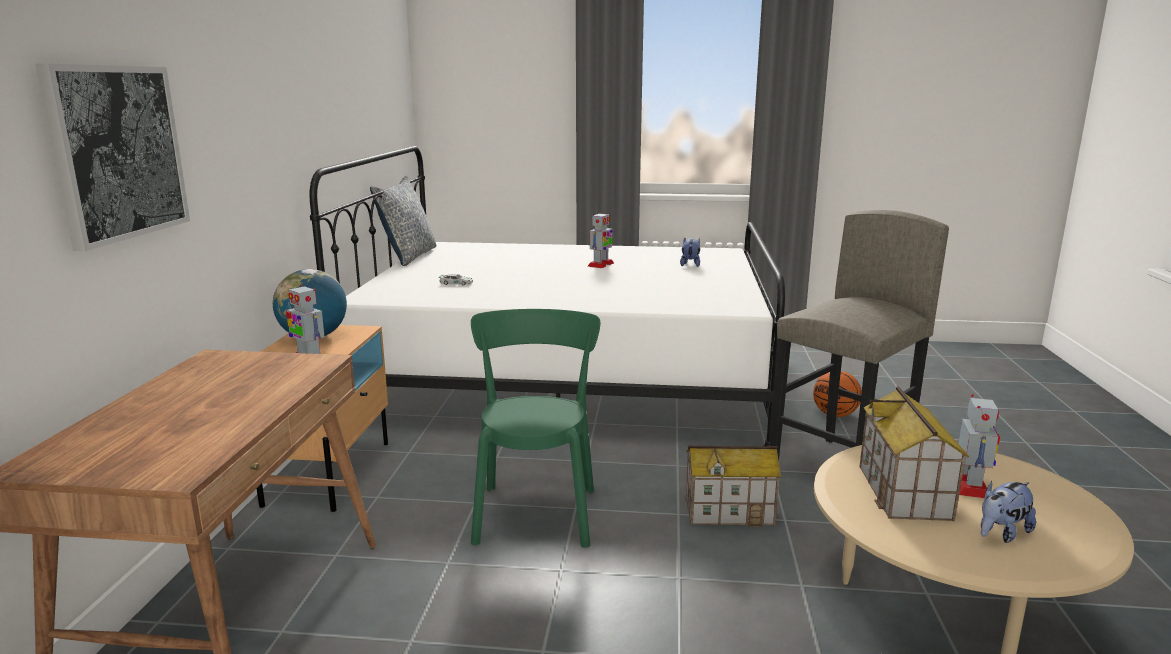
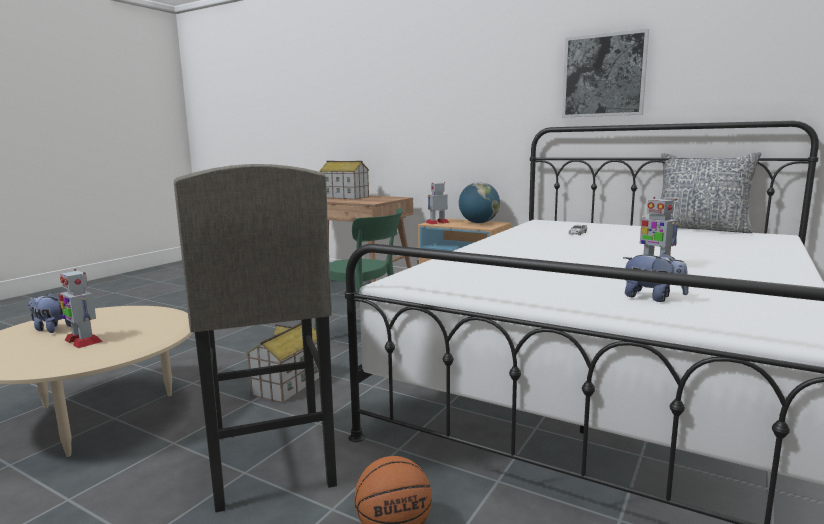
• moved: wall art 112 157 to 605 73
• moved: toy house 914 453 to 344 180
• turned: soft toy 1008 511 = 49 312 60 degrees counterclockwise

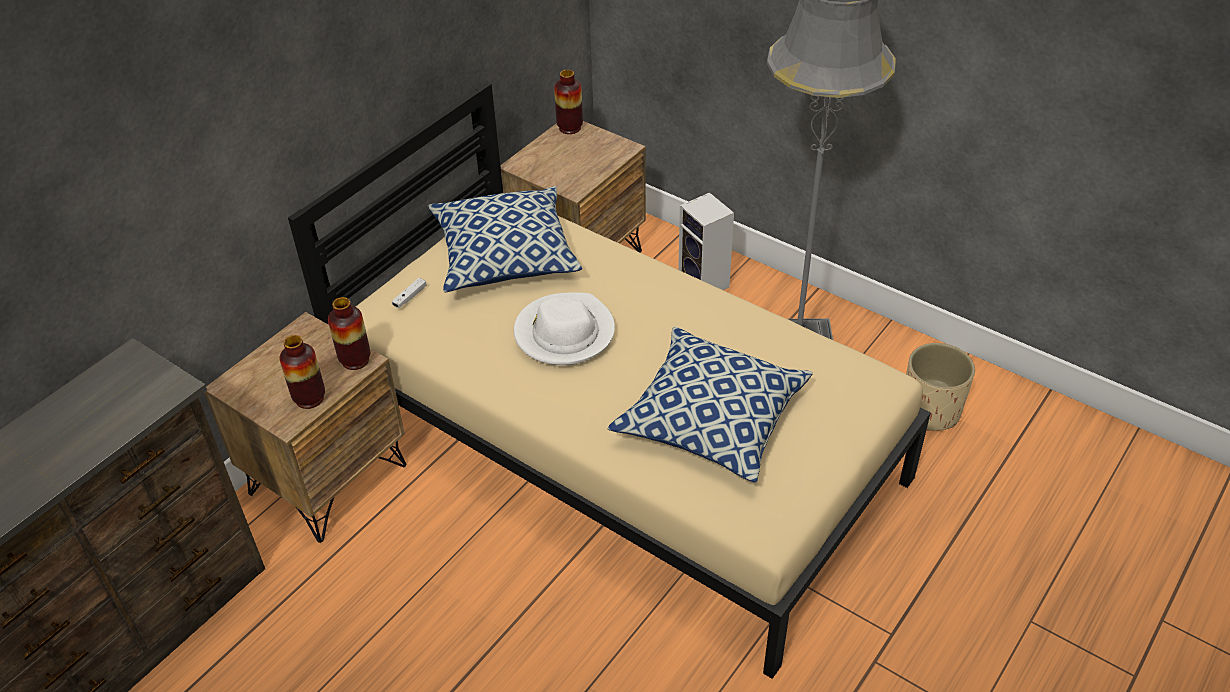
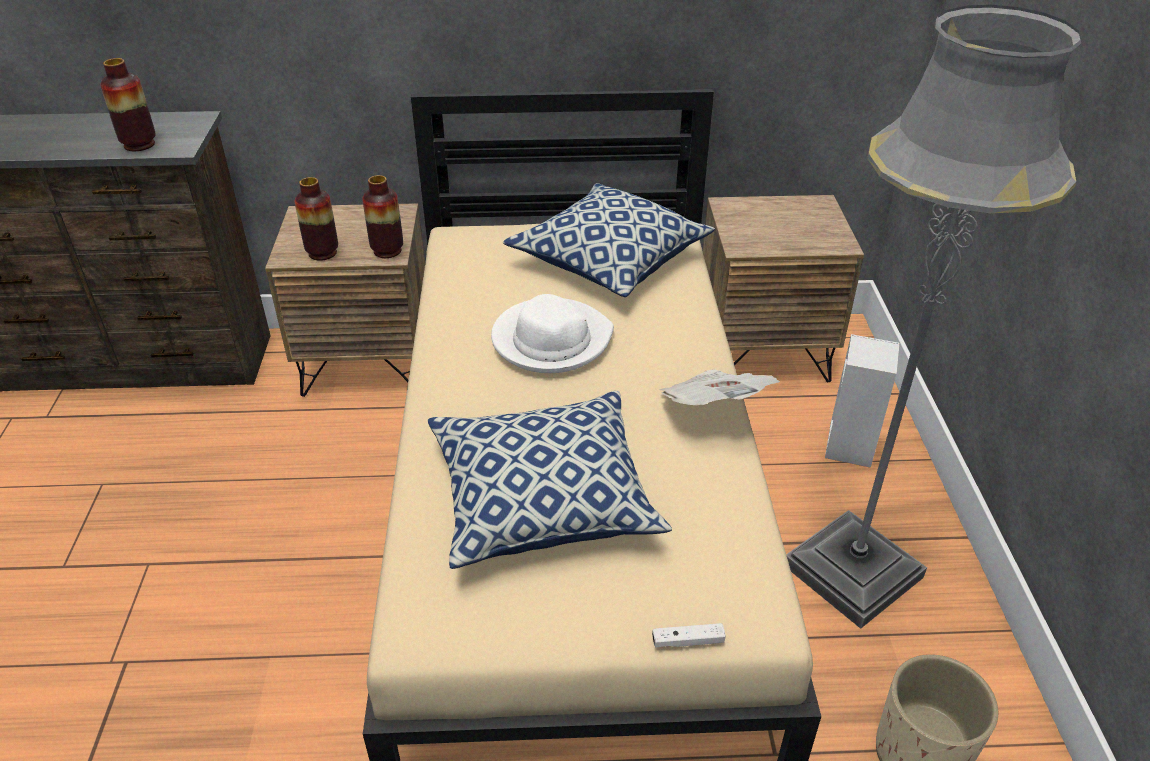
• added: newspaper 719 387
• moved: joypad (white-coloured) 409 293 to 689 635
• moved: flower vase 568 102 to 128 104

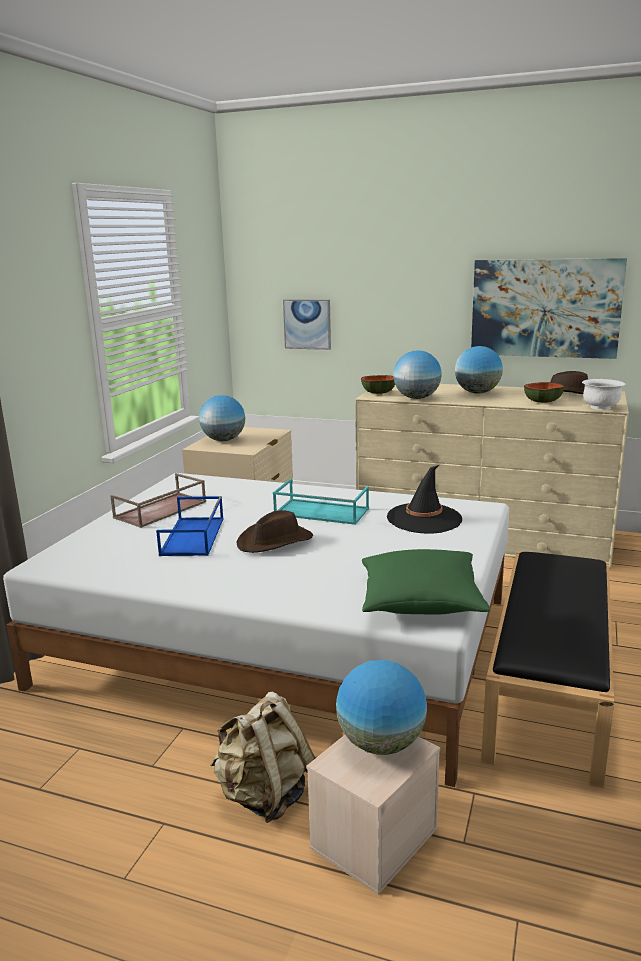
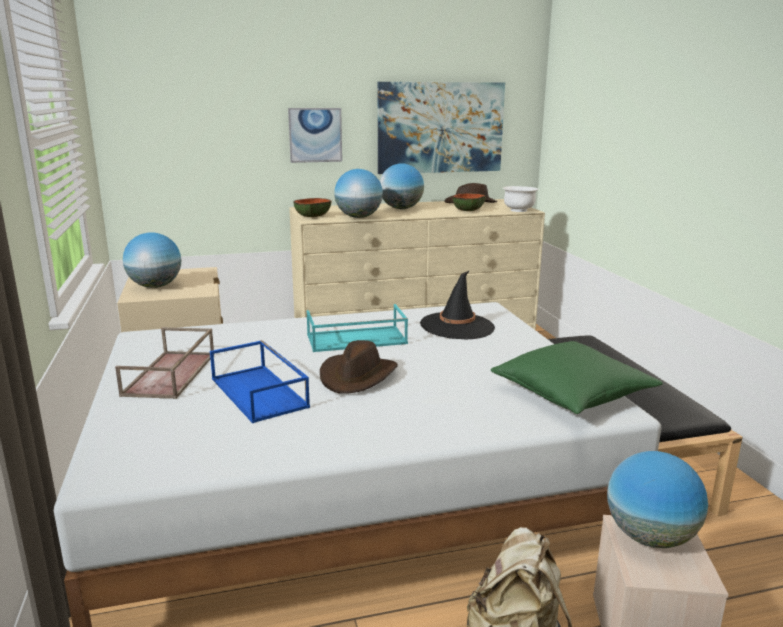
• moved: wall art 307 324 to 315 135

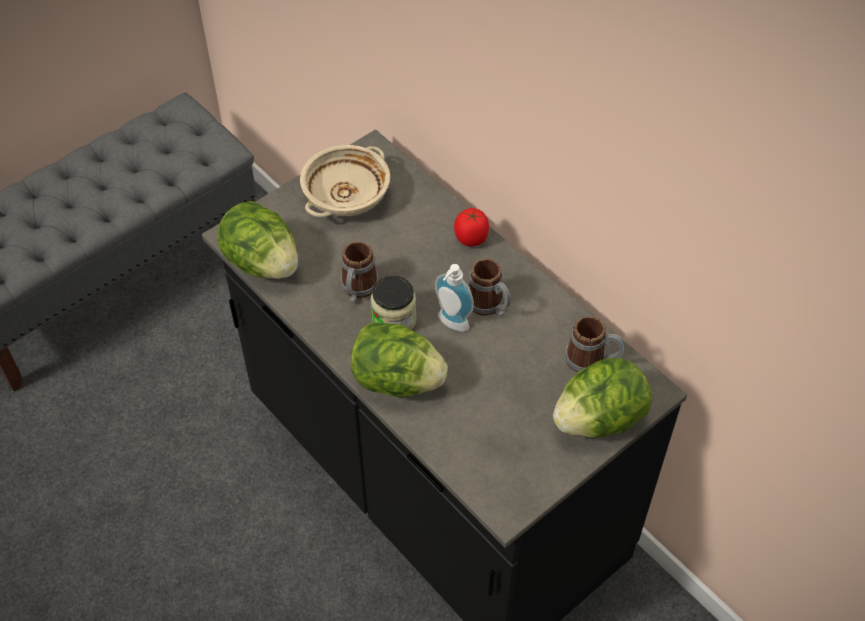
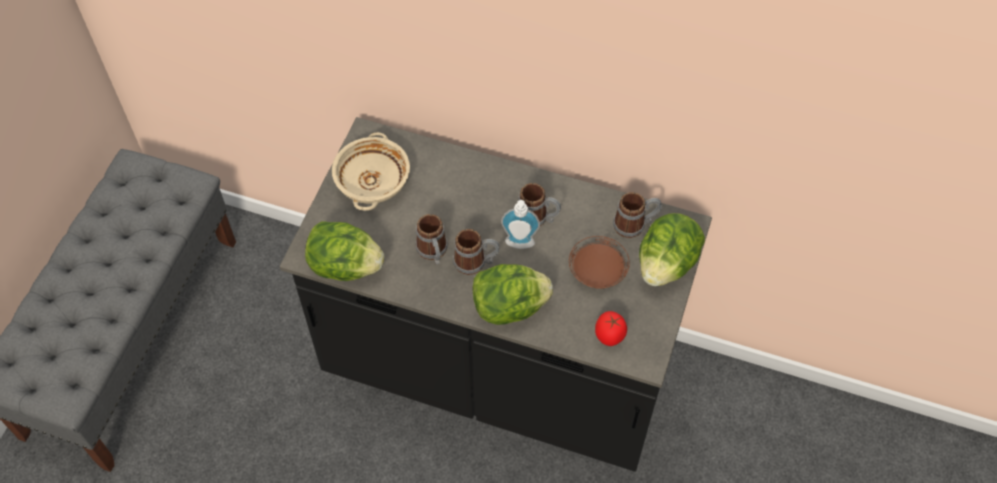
• added: flat dish (brownish) 599 262
• moved: fresh tomato 471 227 to 611 328
• replaced: storage jar 394 303 to tea mug 476 252

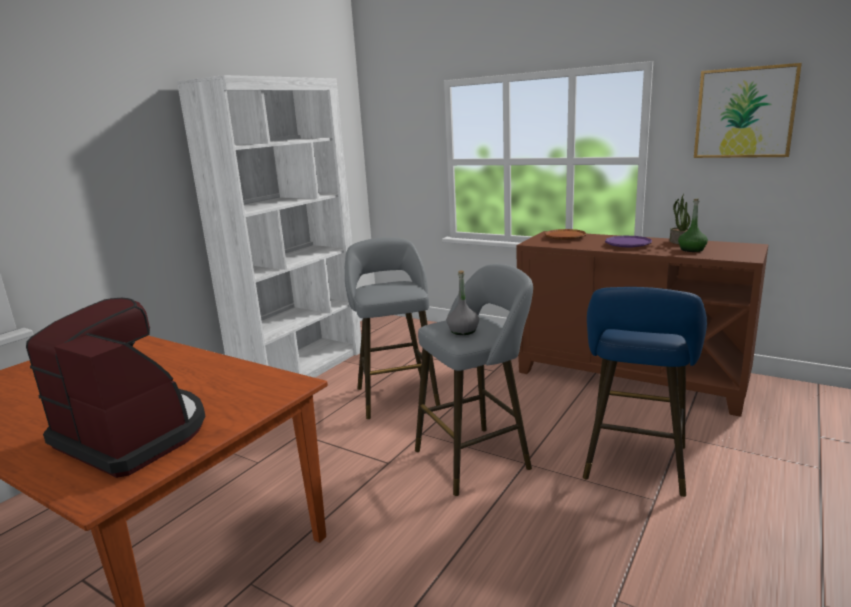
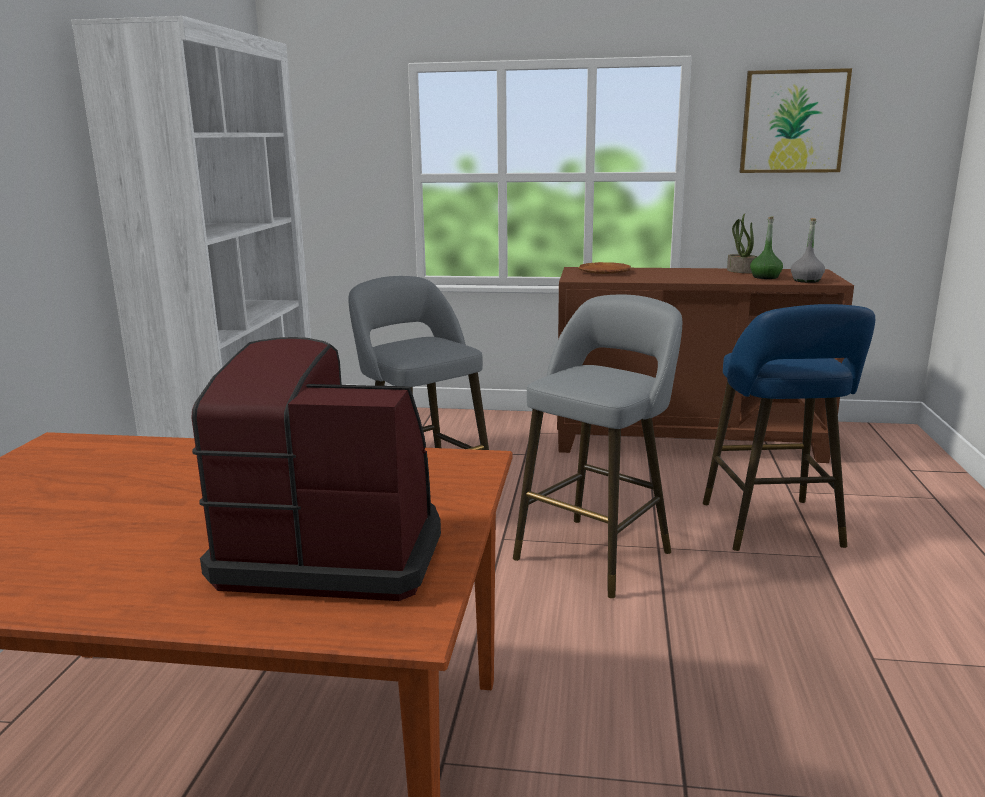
• removed: flat dish (purple-coloured) 628 242
• moved: beverage bottle (gray) 463 302 to 808 250

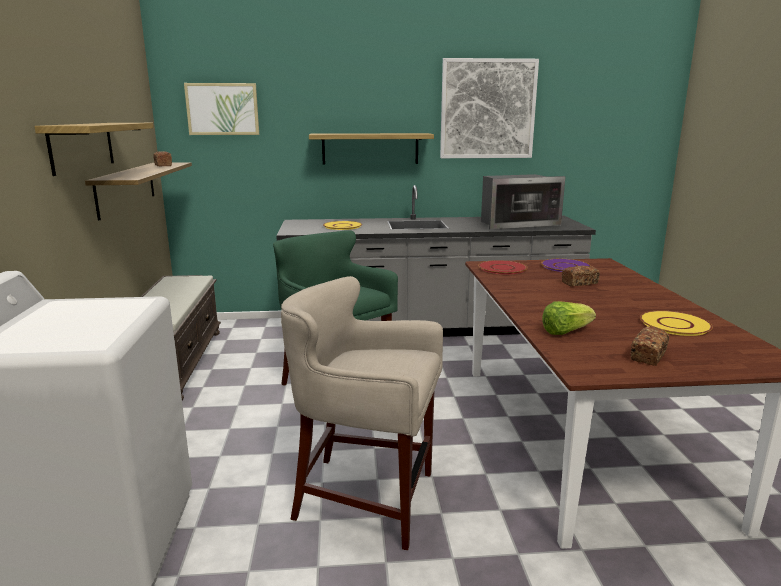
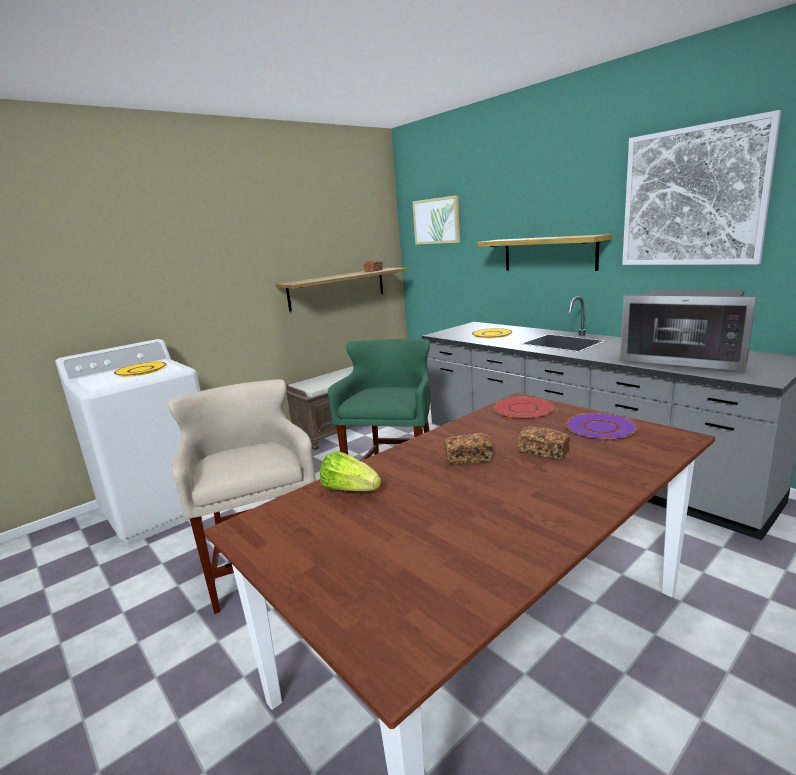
• removed: wall shelf 93 149
• moved: bakery bread 650 346 to 468 449
• moved: flat dish (yellowish) 676 323 to 140 369

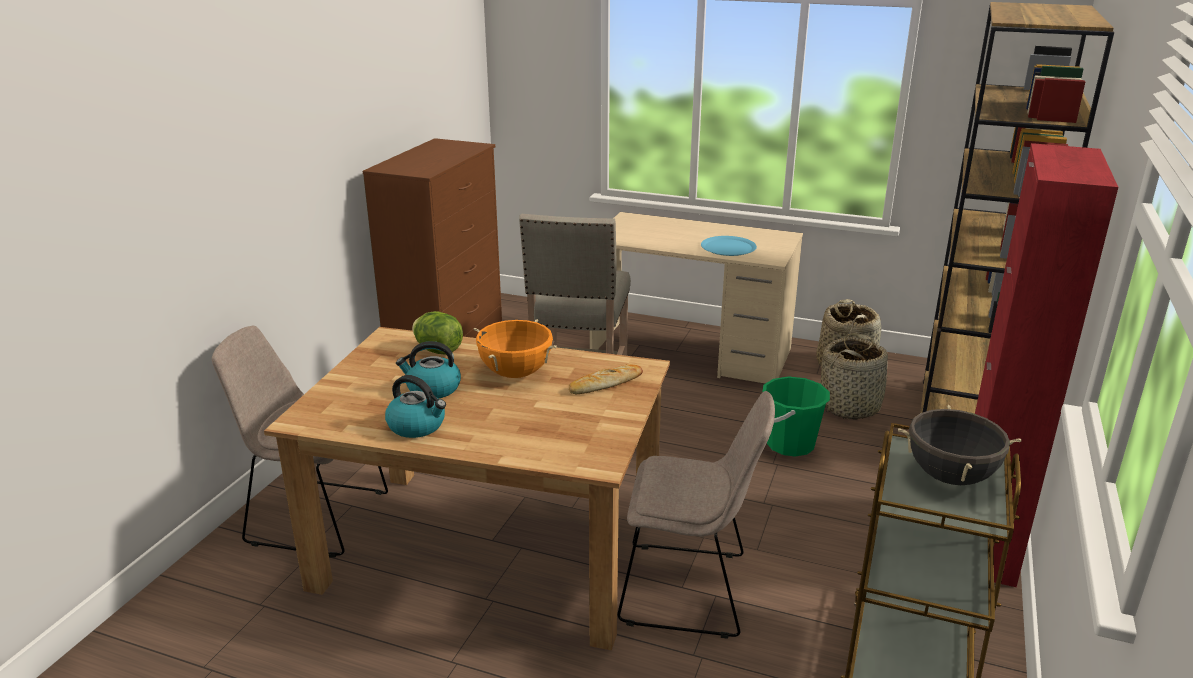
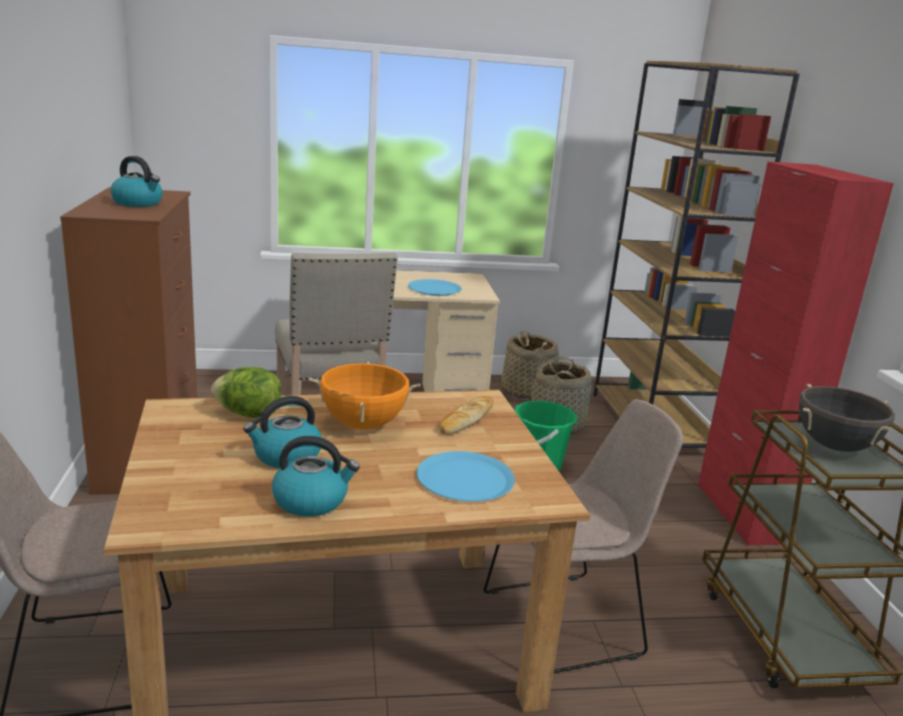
• added: kettle 136 181
• added: flat dish (blue) 466 476

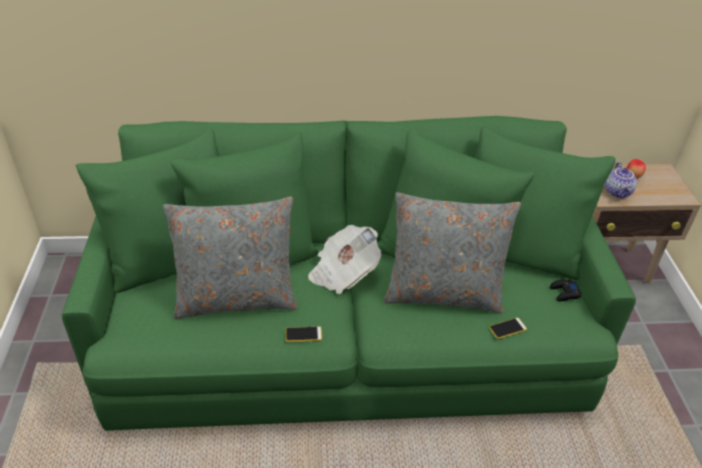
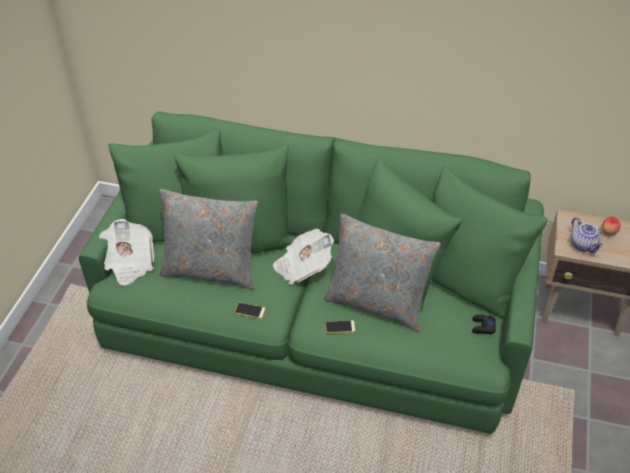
• added: newspaper 126 252
• moved: phone 508 328 to 340 327
• turned: teapot 621 180 = 587 235 45 degrees counterclockwise

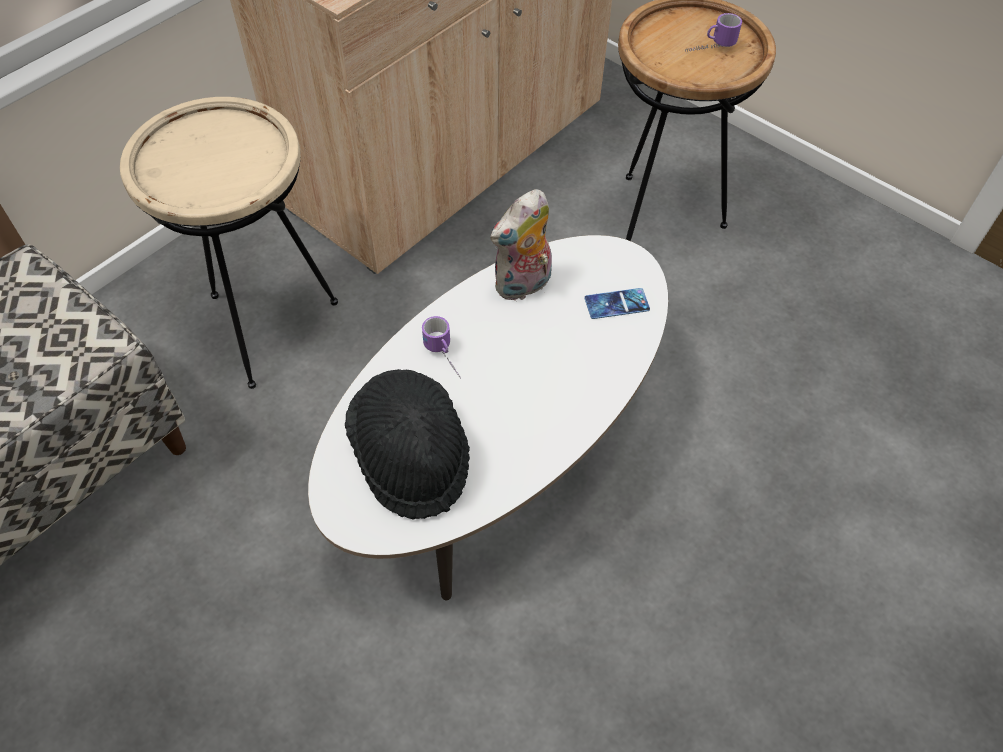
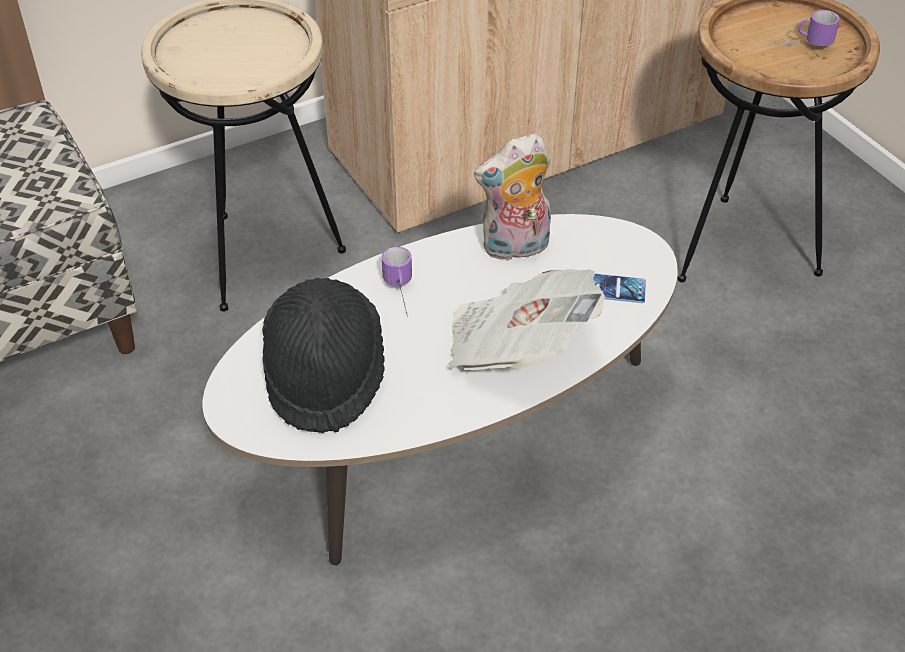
• added: newspaper 527 319

